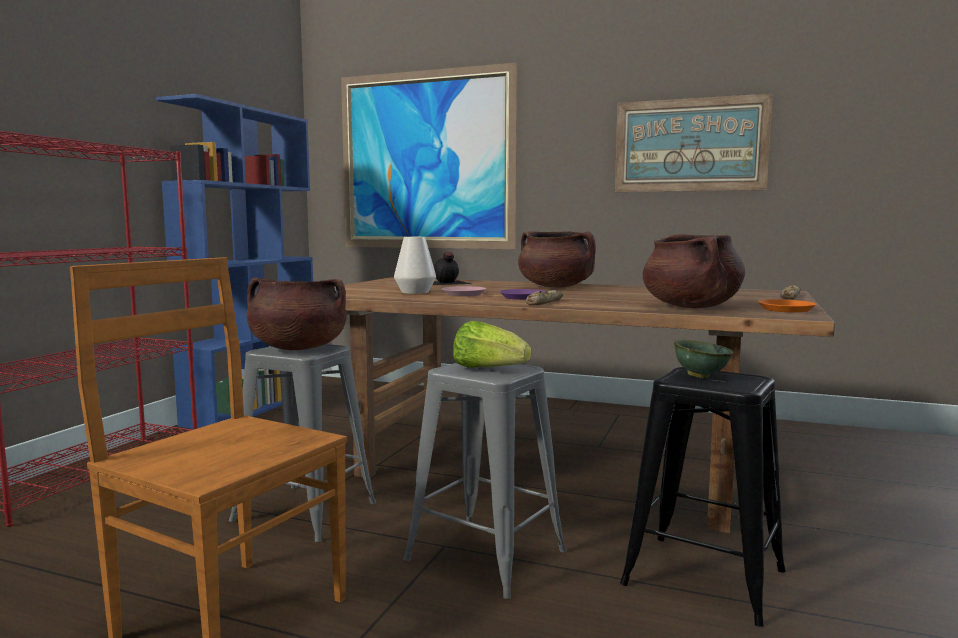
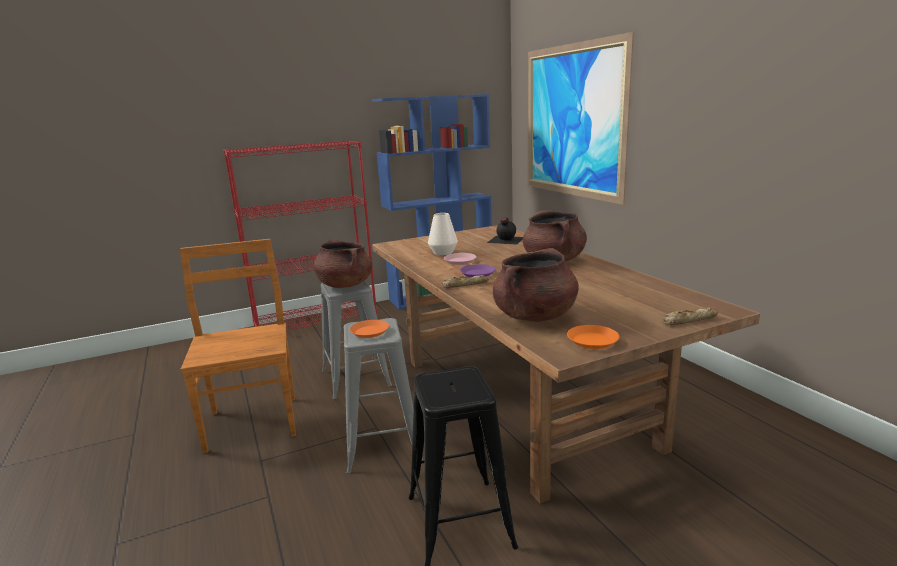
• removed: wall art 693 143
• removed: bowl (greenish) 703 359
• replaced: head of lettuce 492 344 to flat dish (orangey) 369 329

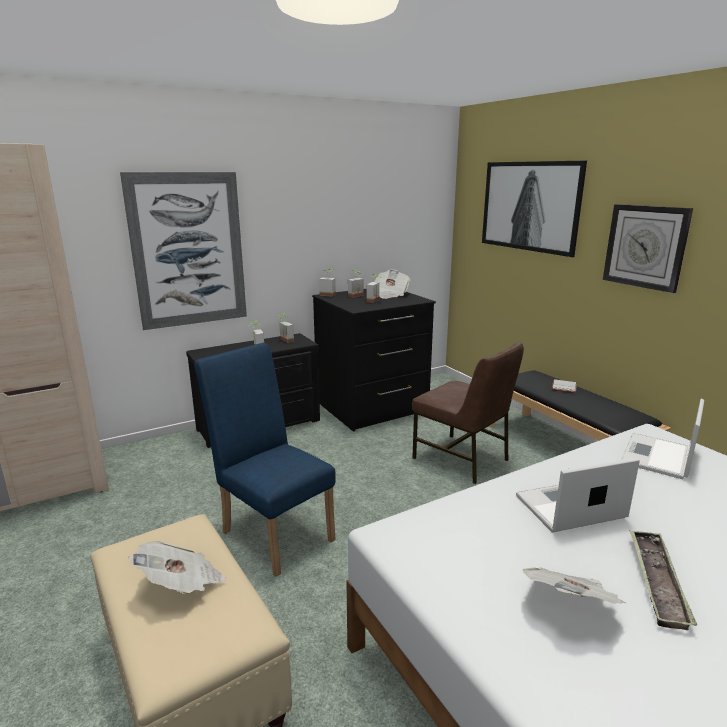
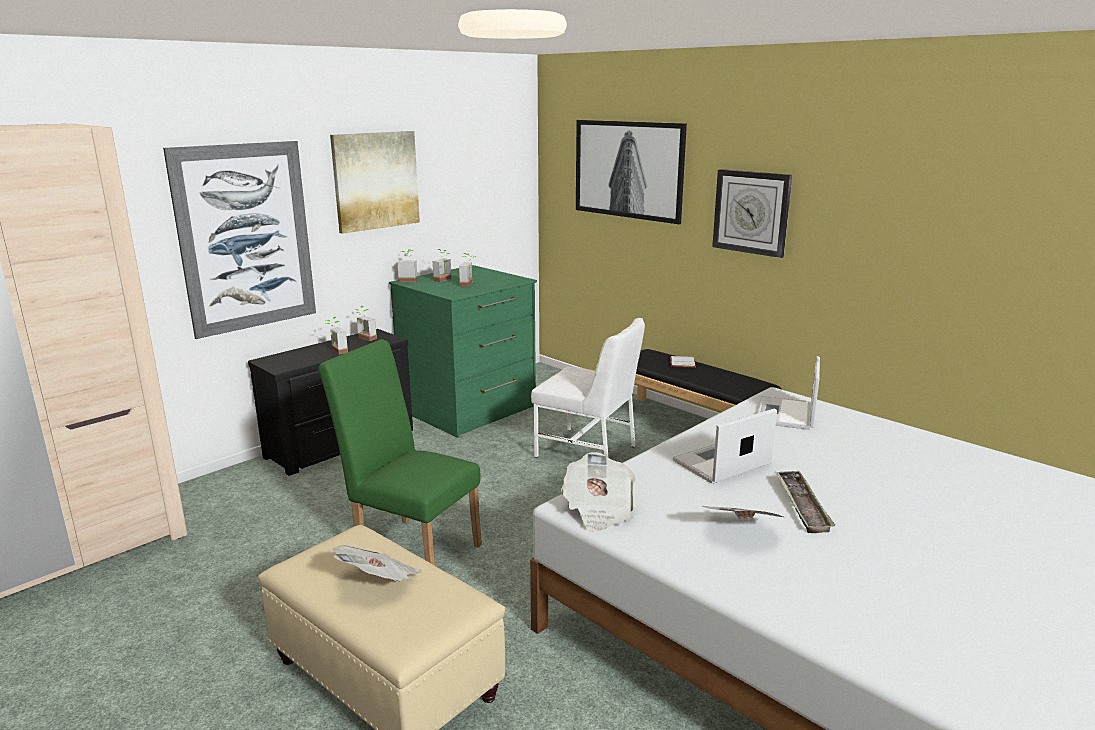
• added: wall art 375 182
• moved: newspaper 392 284 to 598 492
• recoloured: chair (blue) 265 460 to chair (greenish) 400 452
• recoloured: dresser (blackish) 374 360 to dresser (greenish) 463 351
• recoloured: chair (brownish) 468 413 to chair (white-coloured) 588 388

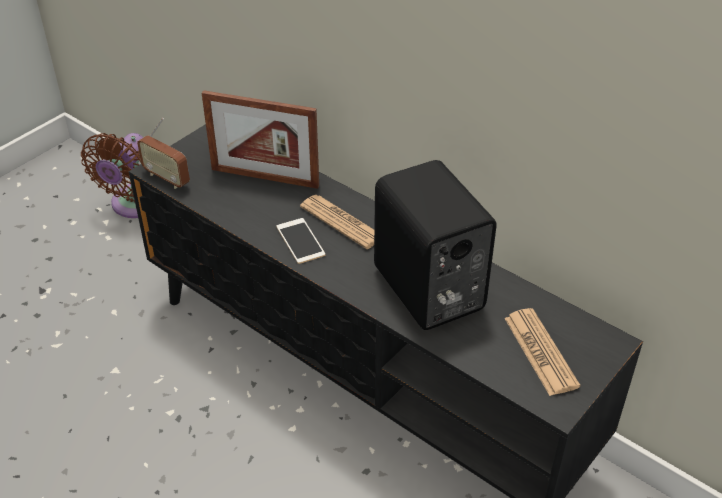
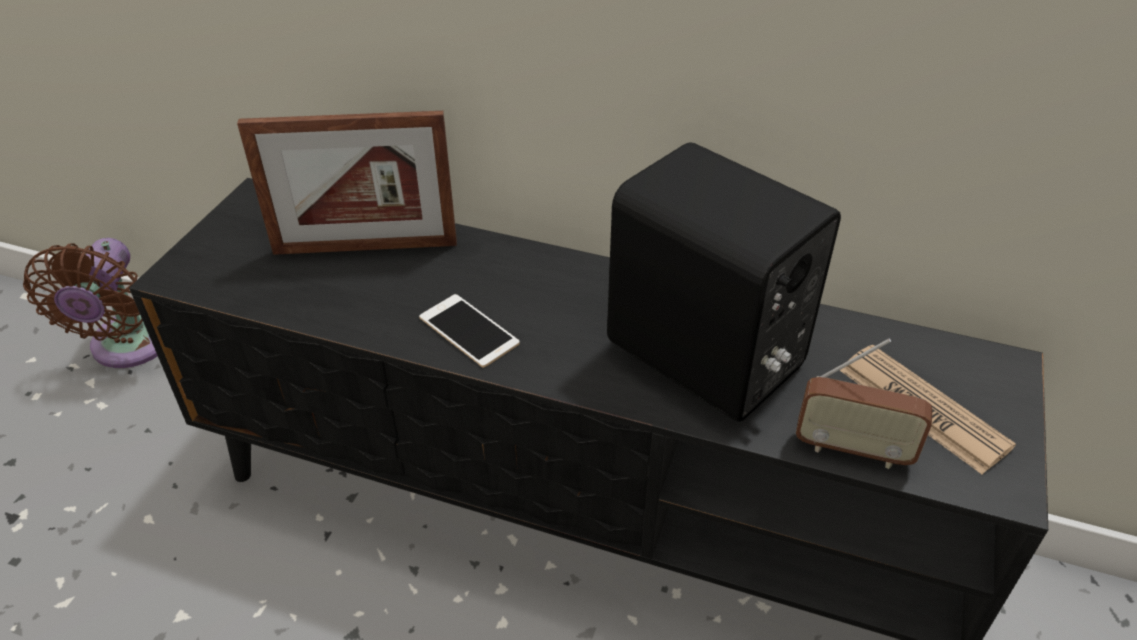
• removed: newspaper 337 222
• moved: radio set 163 153 to 864 404

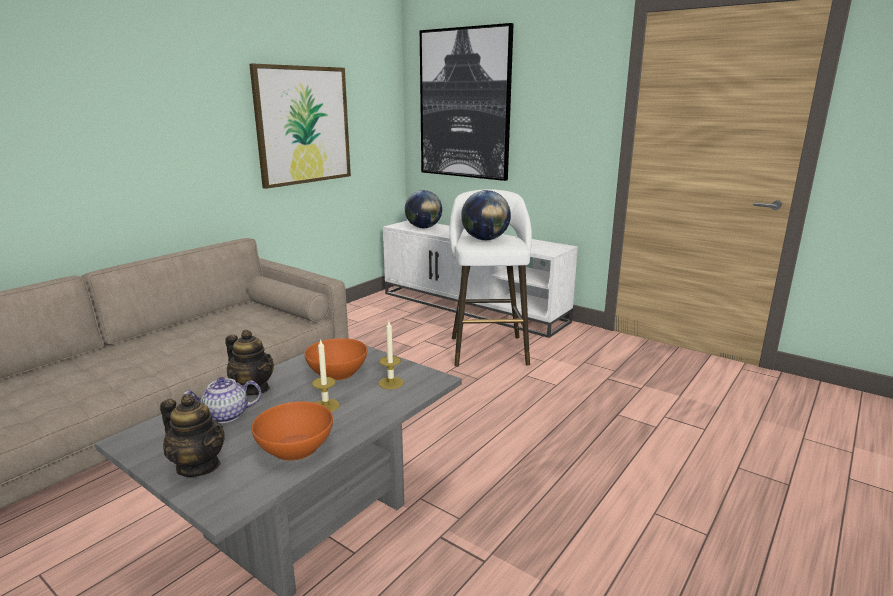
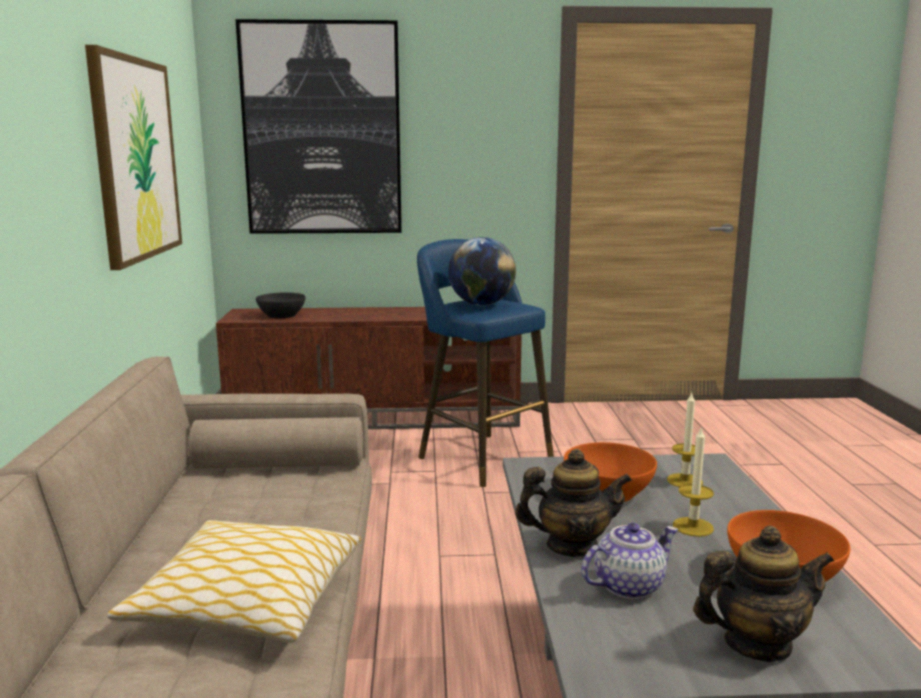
• added: throw pillow 234 581
• replaced: desk globe 423 209 to bowl (blackish) 280 305
• recoloured: tv stand (white-coloured) 480 279 to tv stand (brownish) 369 368
• recoloured: sitting stool (white-coloured) 490 278 to sitting stool (blue) 485 363
• turned: teapot 222 400 = 629 561 150 degrees counterclockwise

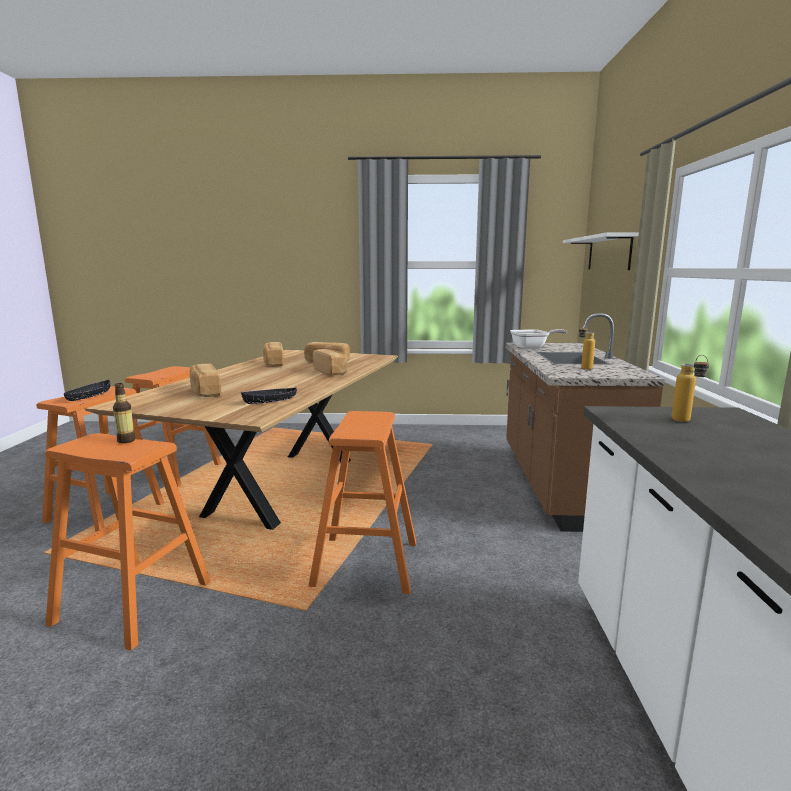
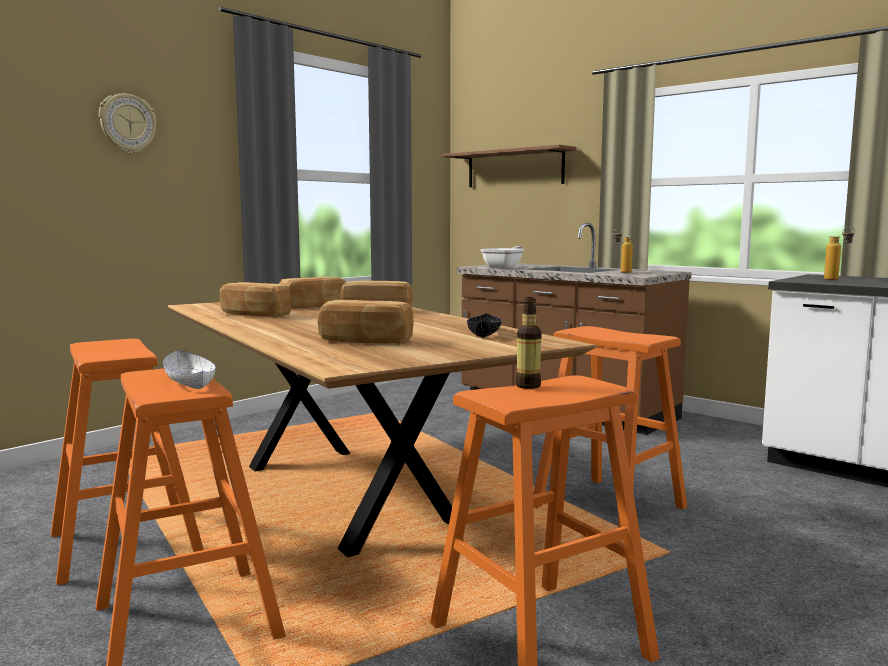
• added: hanging clock 128 123
• recoloured: bowl (blackish) 87 390 to bowl (white-coloured) 189 369
• recoloured: wall shelf (white-coloured) 601 251 to wall shelf (brownish) 509 166

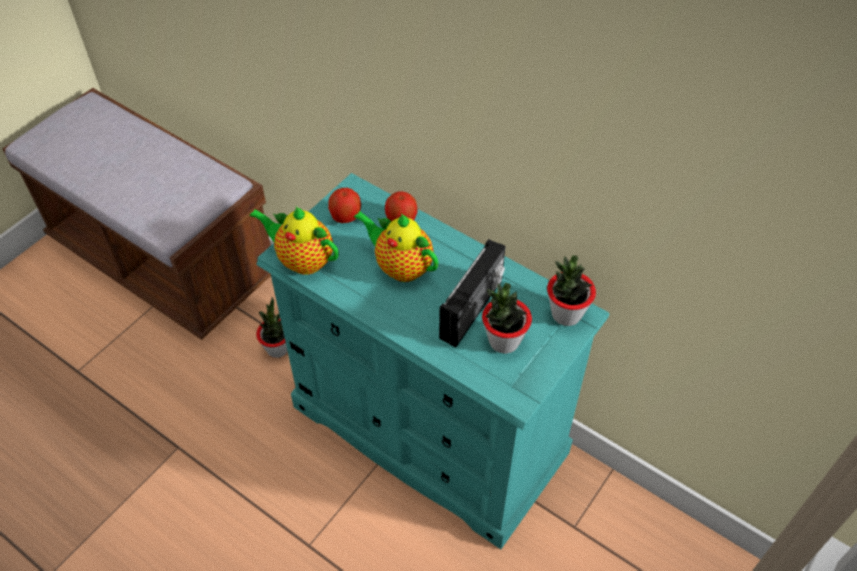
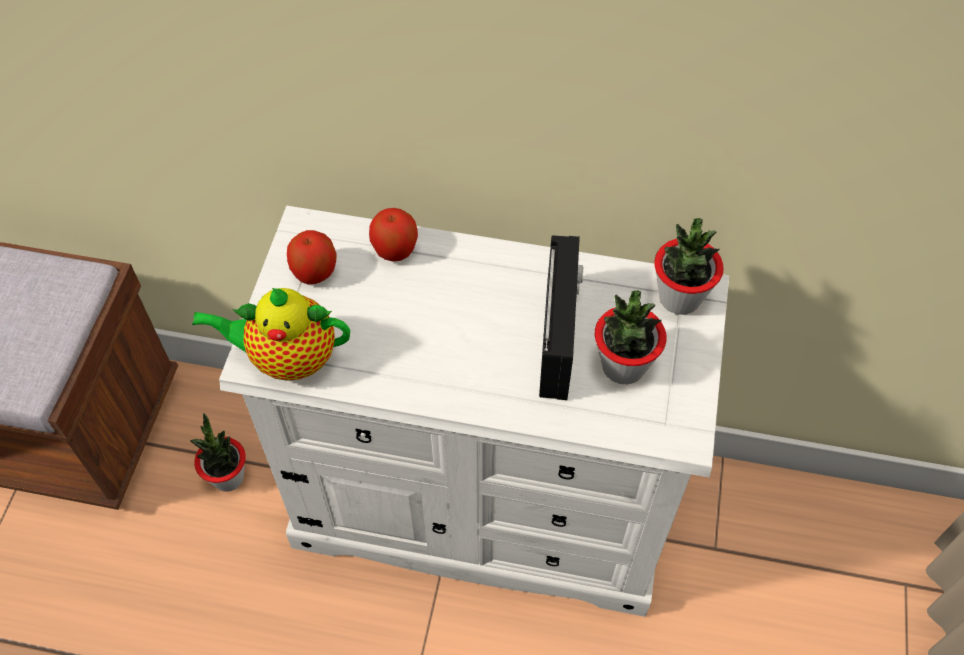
• removed: teapot 396 246
• recoloured: dresser (turquoise-coloured) 432 361 to dresser (white-coloured) 474 411

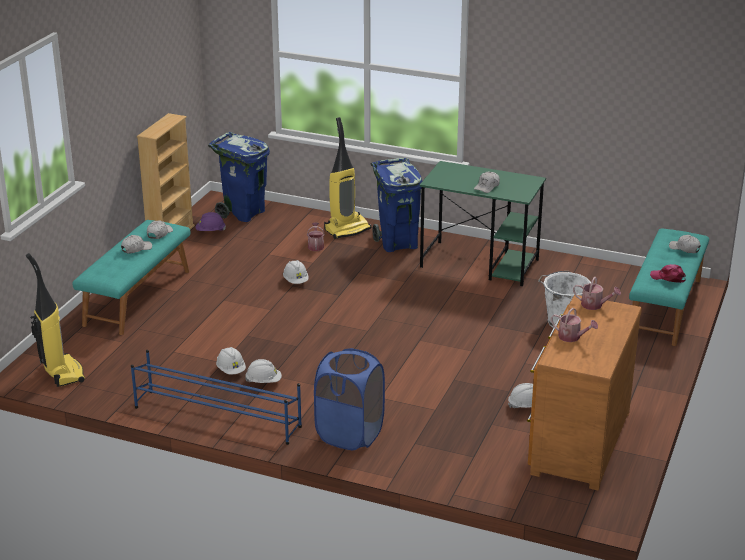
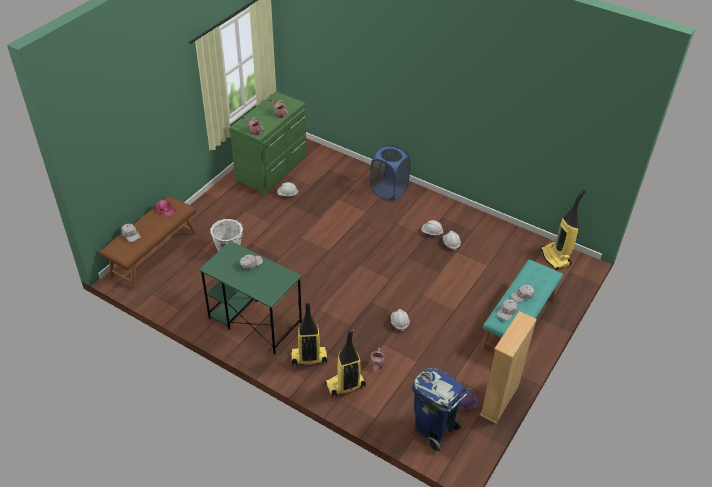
• removed: shoe stand (blue) 216 397
• replaced: trash can (blue) 396 205 to vacuum cleaner 309 333
• recoloured: dresser (brownish) 584 393 to dresser (greenish) 268 143
• recoloured: bench (turquoise-coloured) 669 287 to bench (brownish) 148 242

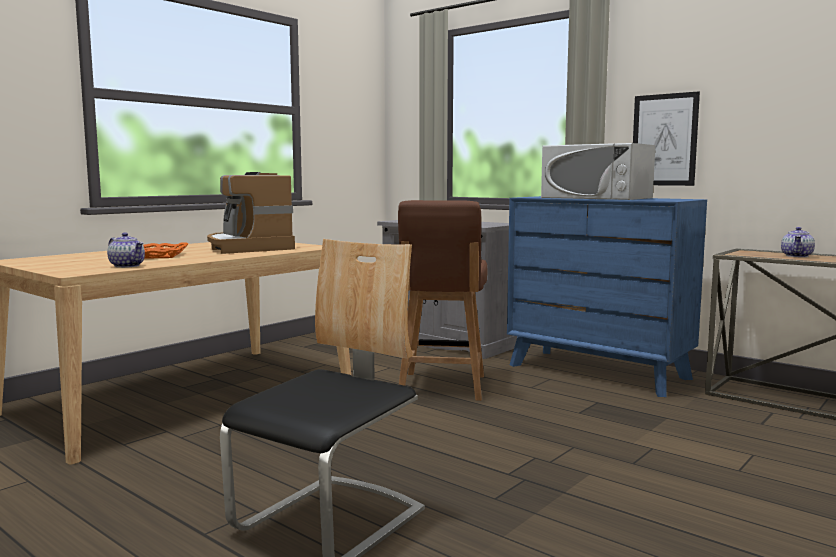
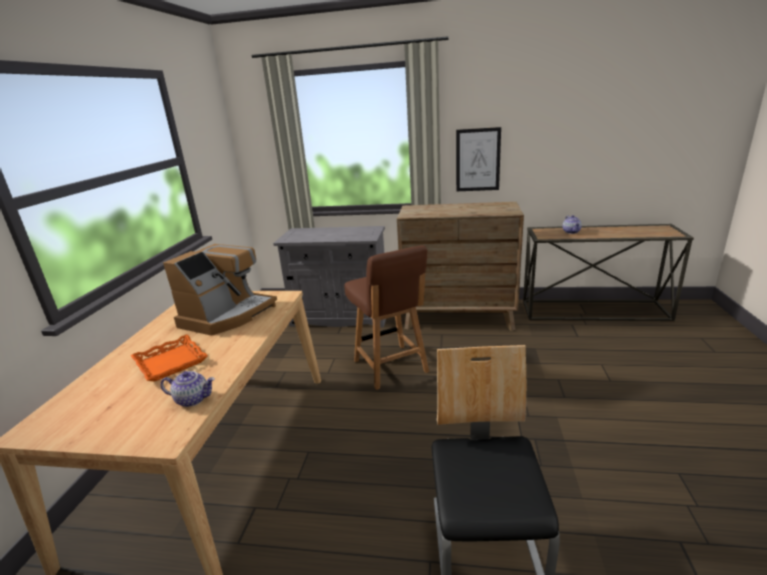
• removed: microwave oven (white-coloured) 598 171
• recoloured: dresser (blue) 607 296 to dresser (brownish) 460 266
• turned: coffee brewer 251 213 = 220 290 90 degrees counterclockwise

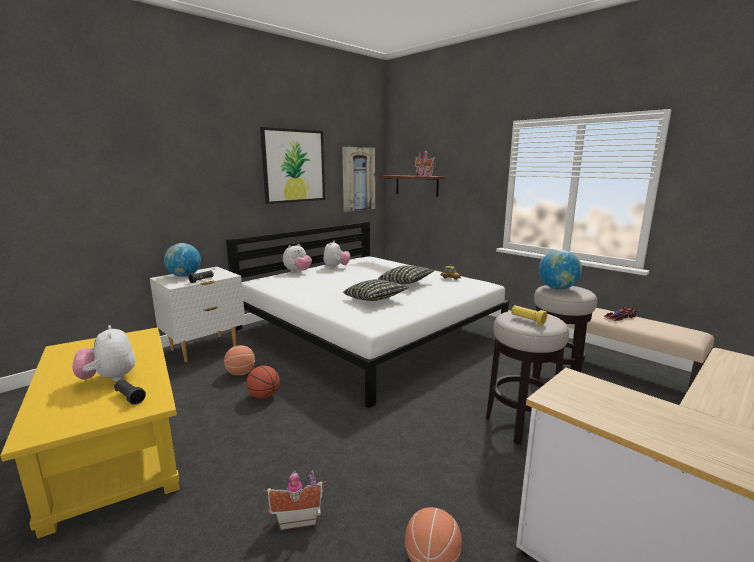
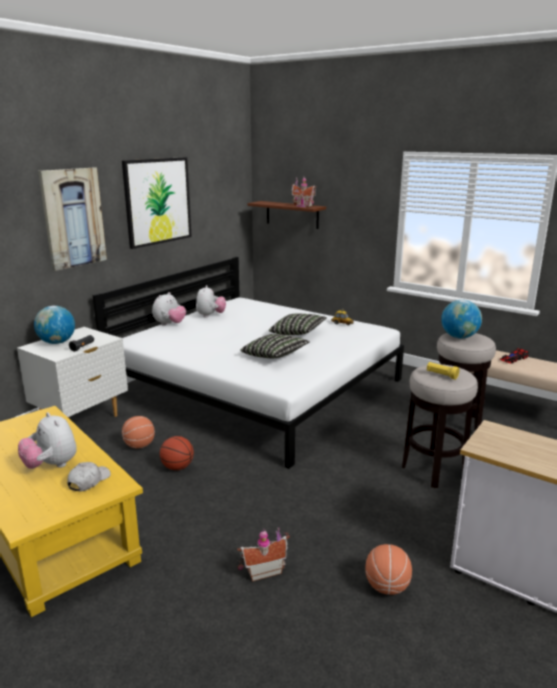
• moved: wall art 358 179 to 72 219
• replaced: torch (blackish) 130 392 to cap (white-coloured) 89 477

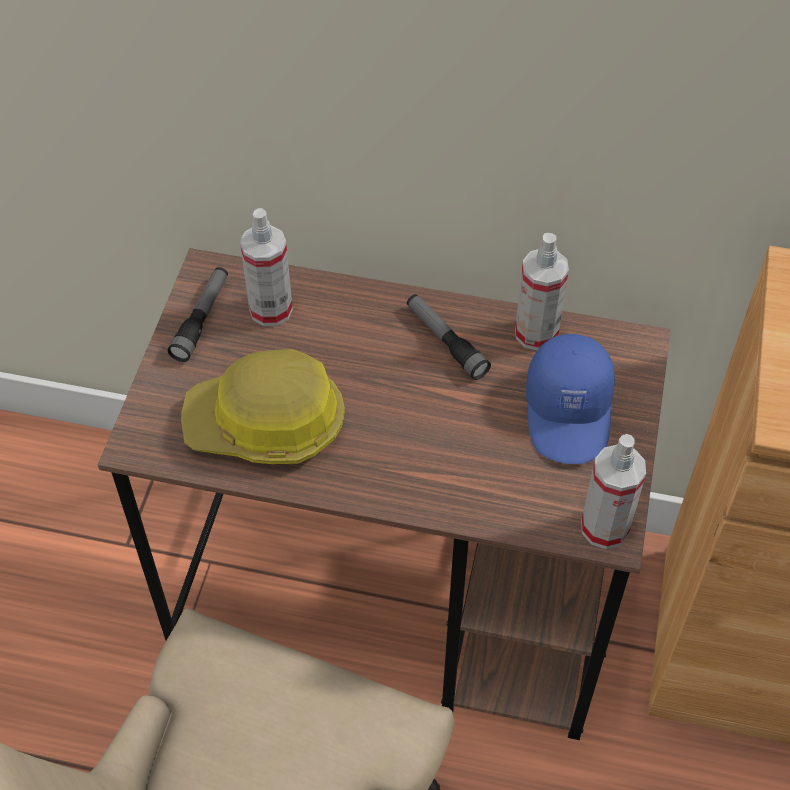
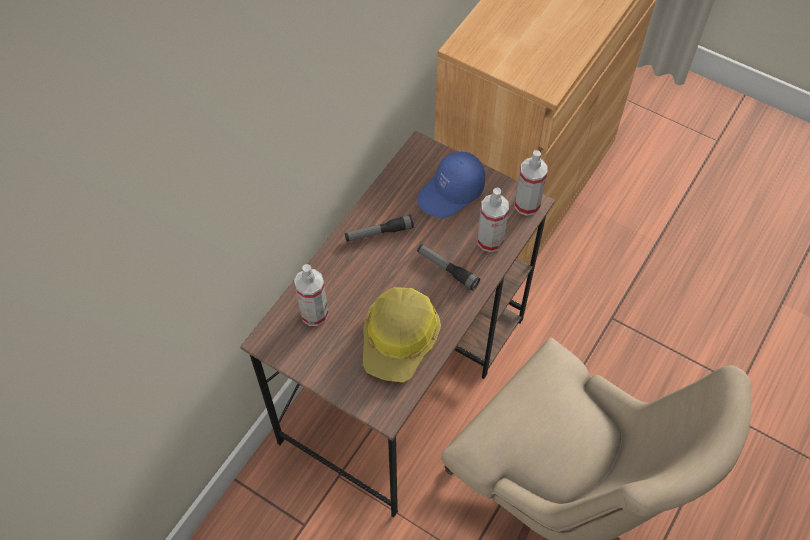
• moved: torch 198 314 to 448 267
• moved: sprayer 542 291 to 493 220
• turned: cap (blue) 570 399 = 451 185 120 degrees clockwise

